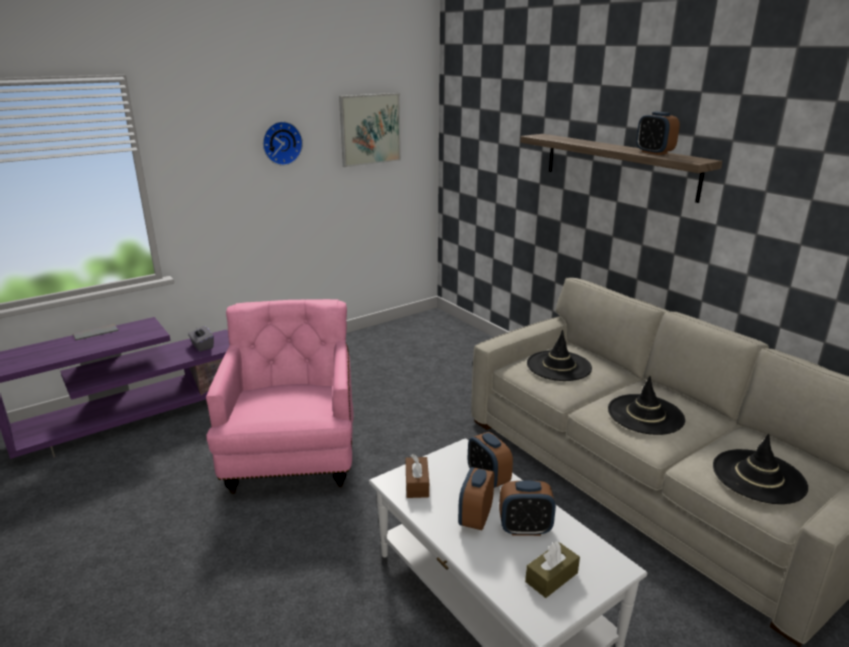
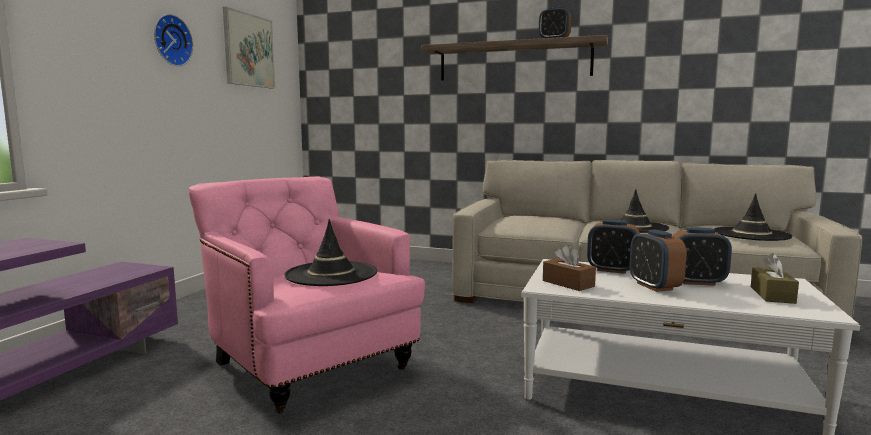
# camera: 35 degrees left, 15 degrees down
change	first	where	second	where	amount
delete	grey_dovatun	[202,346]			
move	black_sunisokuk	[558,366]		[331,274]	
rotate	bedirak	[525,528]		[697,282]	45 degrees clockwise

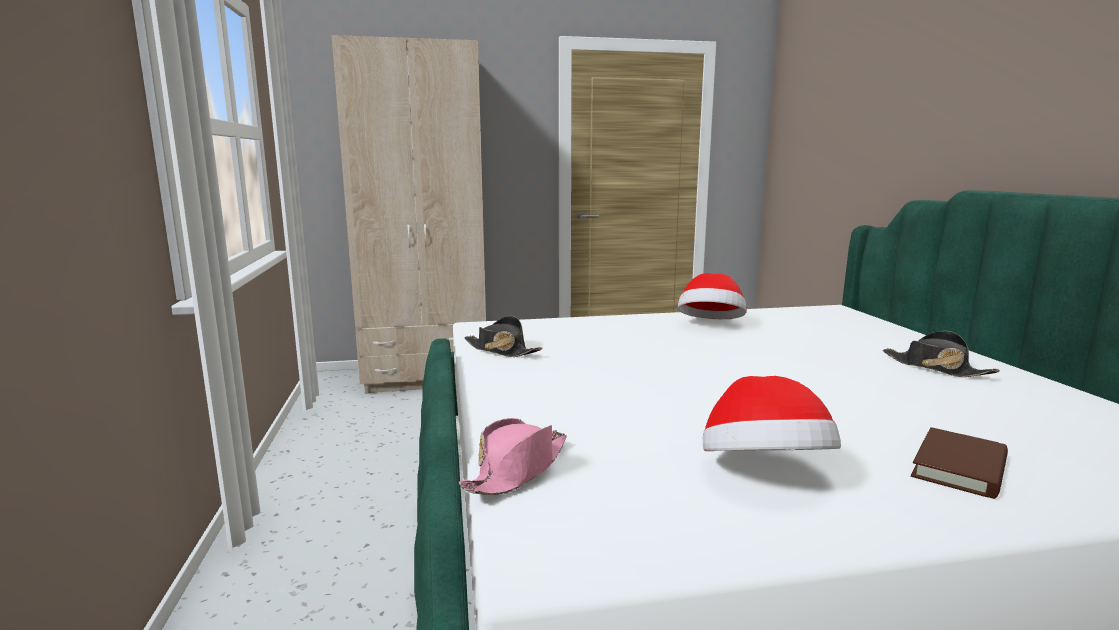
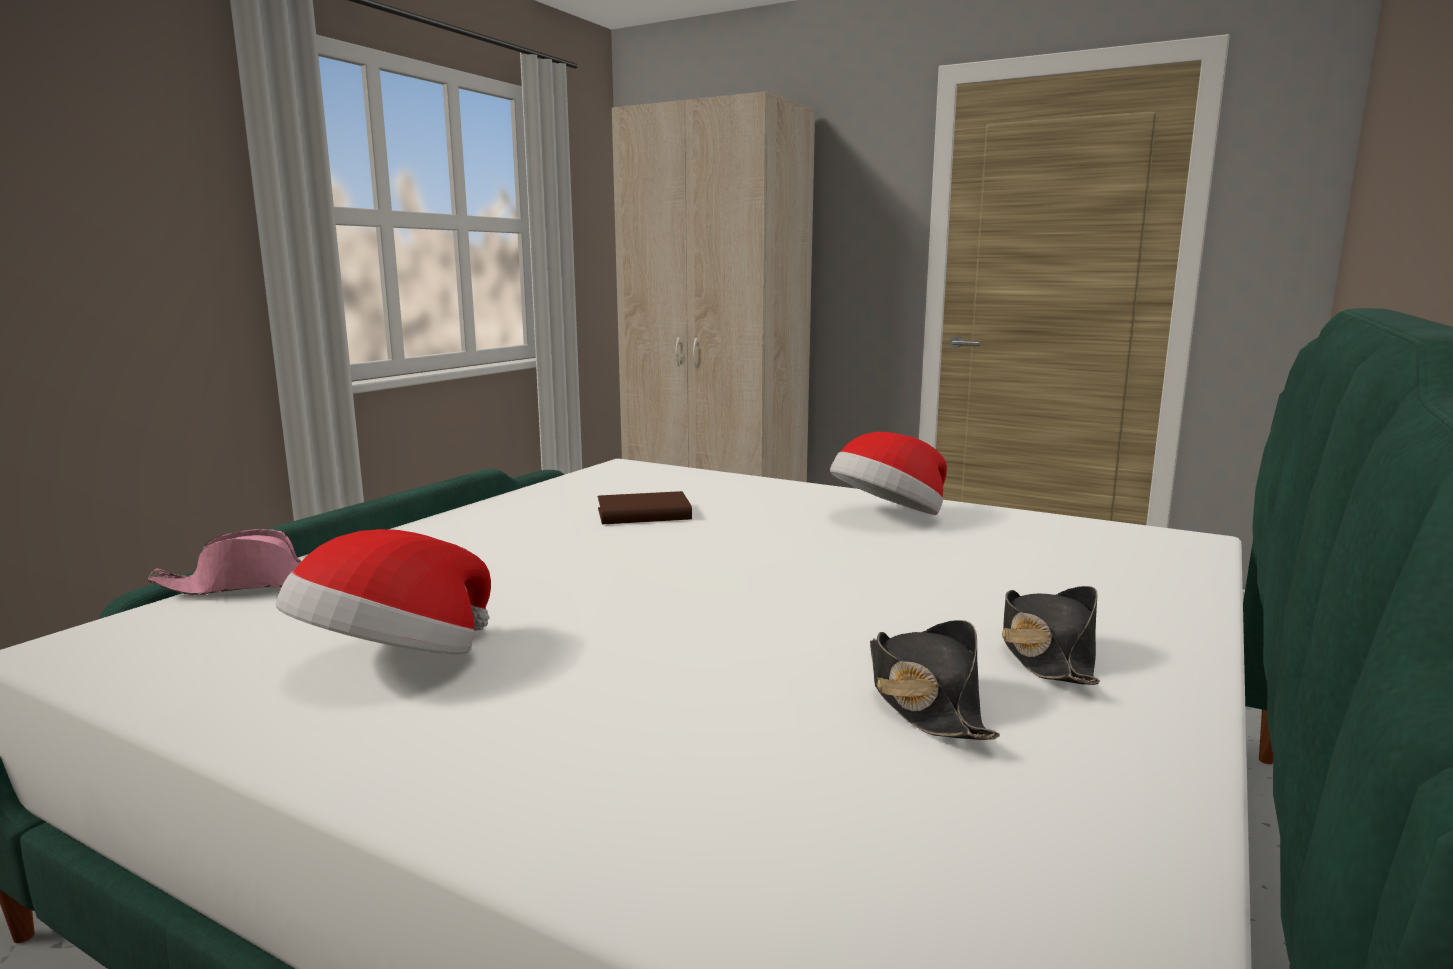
# camera: 40 degrees right, 0 degrees up
change	first	where	second	where	amount
move	black_sunisokuk	[501,350]		[924,700]	
move	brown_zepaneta	[959,468]		[644,514]	

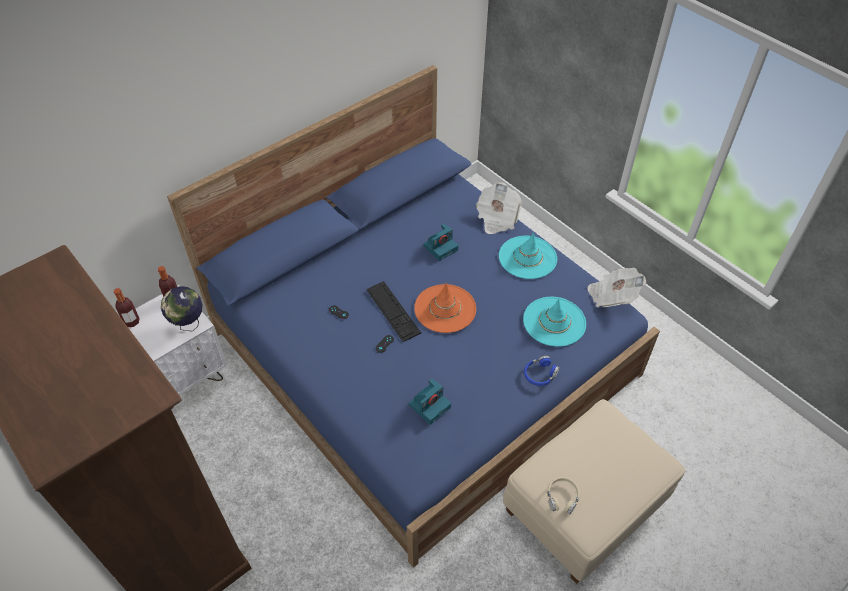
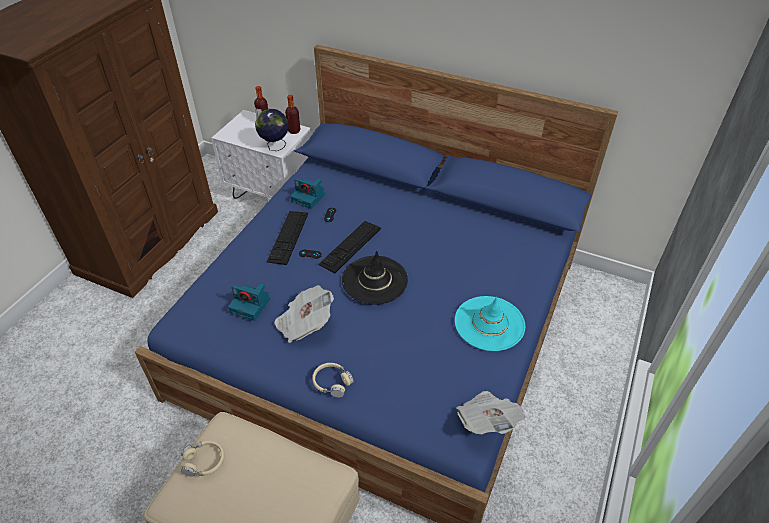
# camera: 65 degrees right, 5 degrees down
change	first	where	second	where	amount
delete	turquoise_sunisokuk	[554,322]			
insert			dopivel	[288,237]	
move	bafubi	[441,247]		[309,198]	
move	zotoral	[497,218]		[304,323]	
recolor	orange_sunisokuk	[445,309]	black_sunisokuk	[374,280]	
recolor	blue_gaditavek	[540,374]	beige_gaditavek	[332,382]	

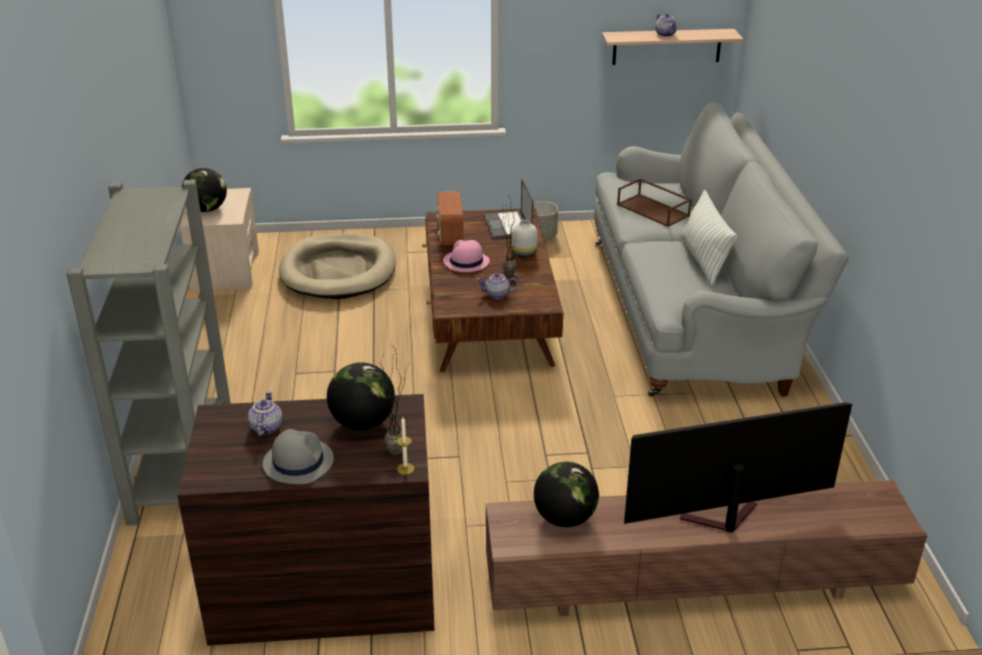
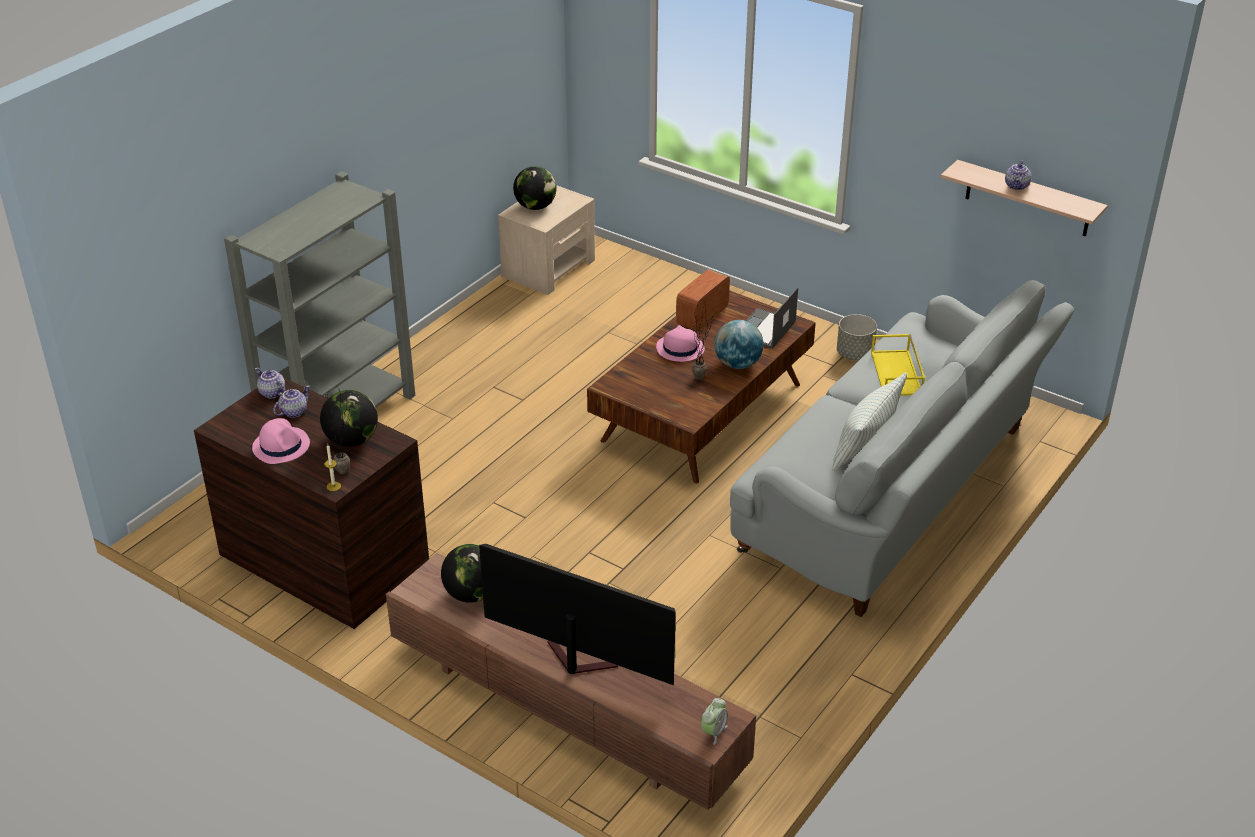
# camera: 40 degrees right, 5 degrees up
change	first	where	second	where	amount
delete	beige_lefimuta	[338,271]			
insert			bedirak	[713,732]	
move	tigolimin	[497,295]		[271,393]	
replace	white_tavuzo	[523,254]	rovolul	[737,364]	
recolor	grey_sunisokuk	[298,462]	pink_sunisokuk	[281,446]	
recolor	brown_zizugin	[654,210]	yellow_zizugin	[897,373]	

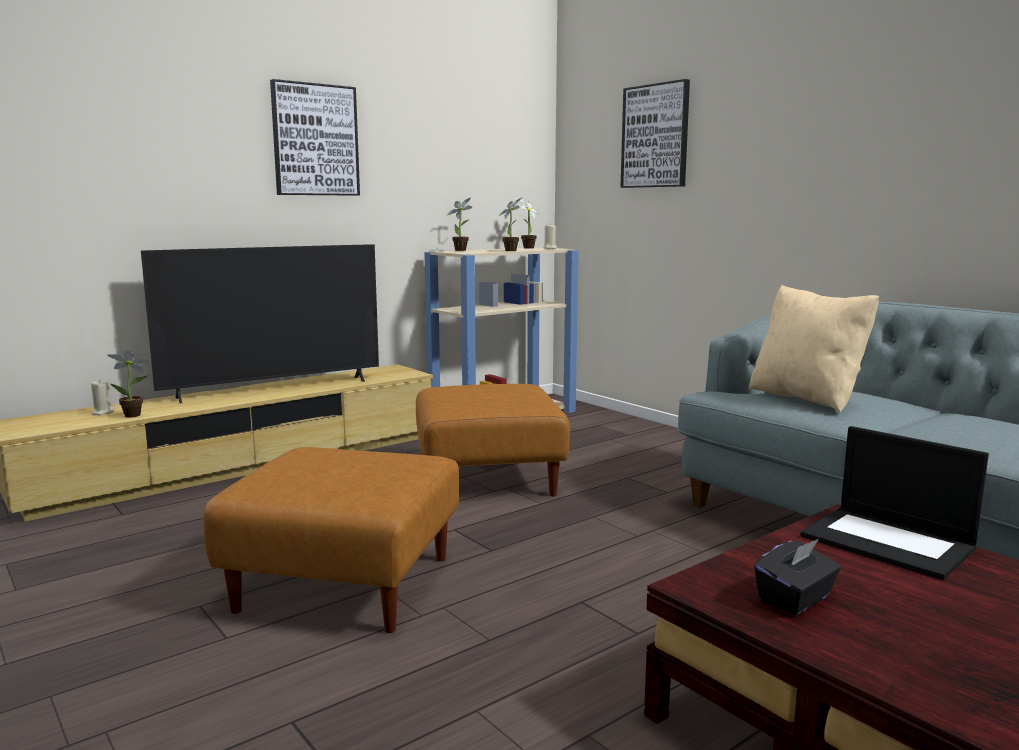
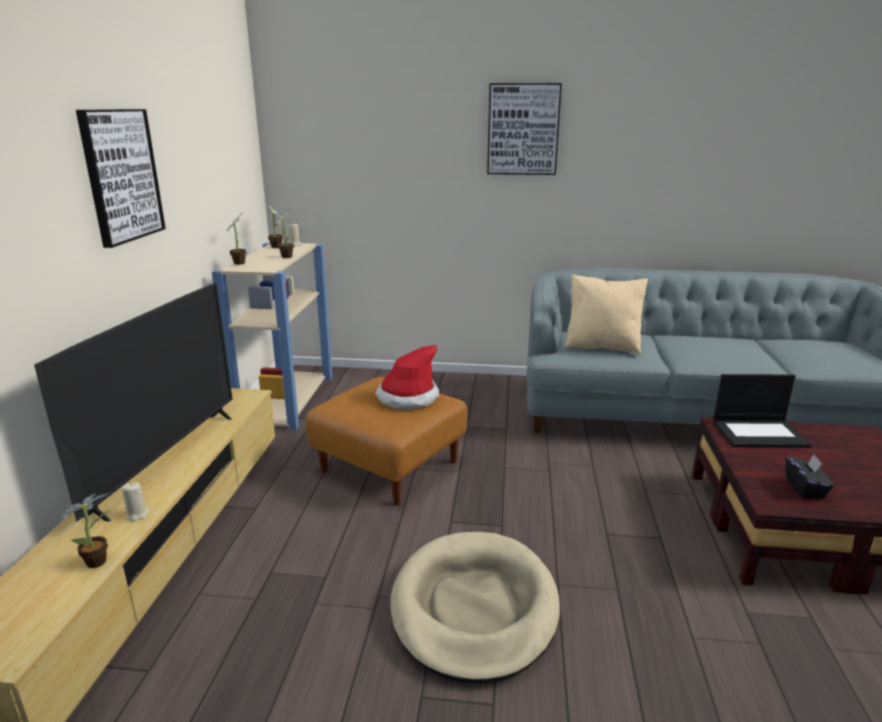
# camera: 45 degrees left, 10 degrees up
change	first	where	second	where	amount
insert			sunisokuk	[407,397]	
move	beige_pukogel	[102,412]		[137,515]	
move	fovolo	[655,136]		[523,129]	
replace	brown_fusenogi	[343,584]	beige_lefimuta	[474,608]	

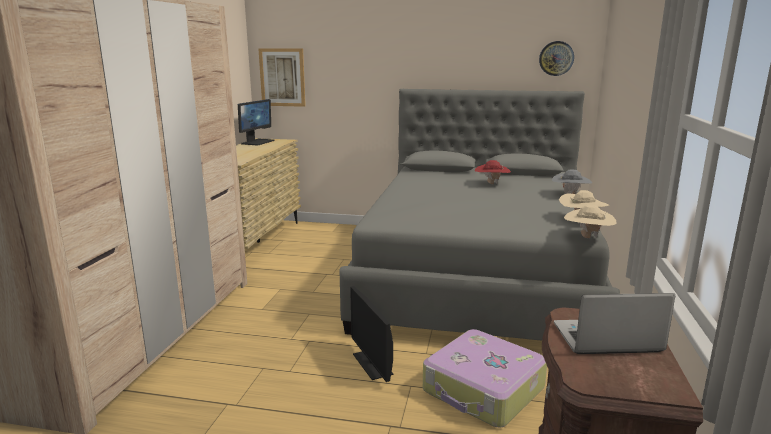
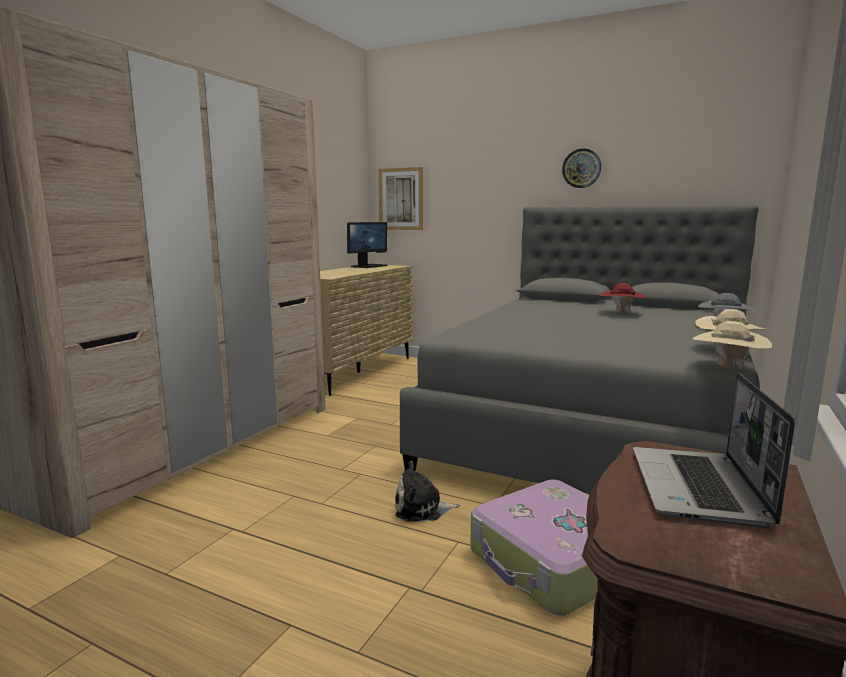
# camera: 15 degrees right, 5 degrees down
change	first	where	second	where	amount
move	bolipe	[556,58]		[581,168]	
replace	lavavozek	[372,364]	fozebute	[421,509]	
rotate	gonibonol	[605,339]		[699,488]	90 degrees counterclockwise

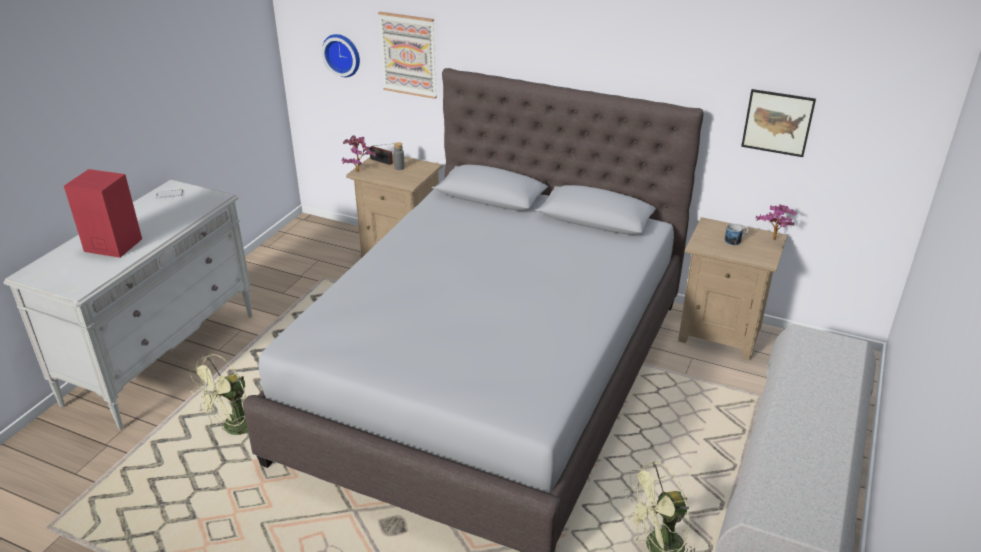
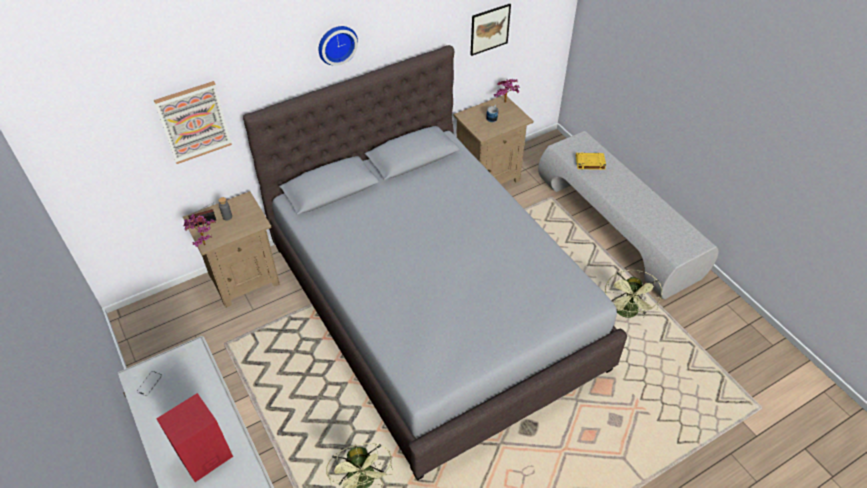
# camera: 55 degrees left, 15 degrees up
change	first	where	second	where	amount
insert			yellow_zepaneta	[589,163]	
move	bolipe	[343,54]		[336,44]	

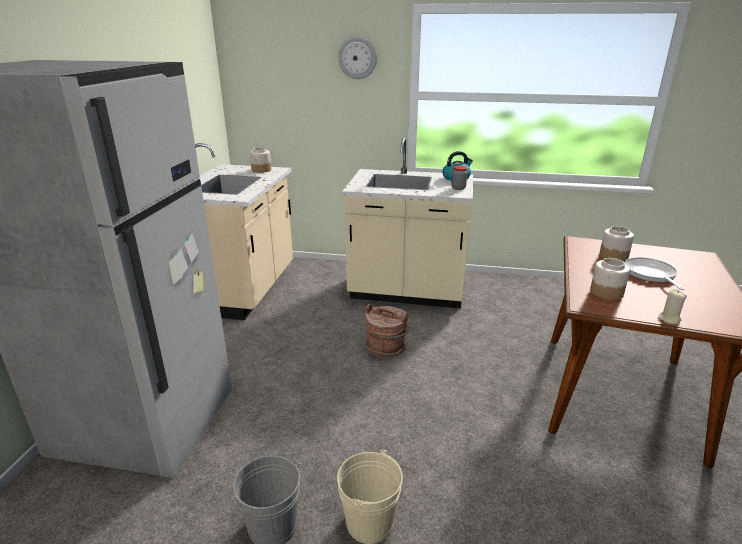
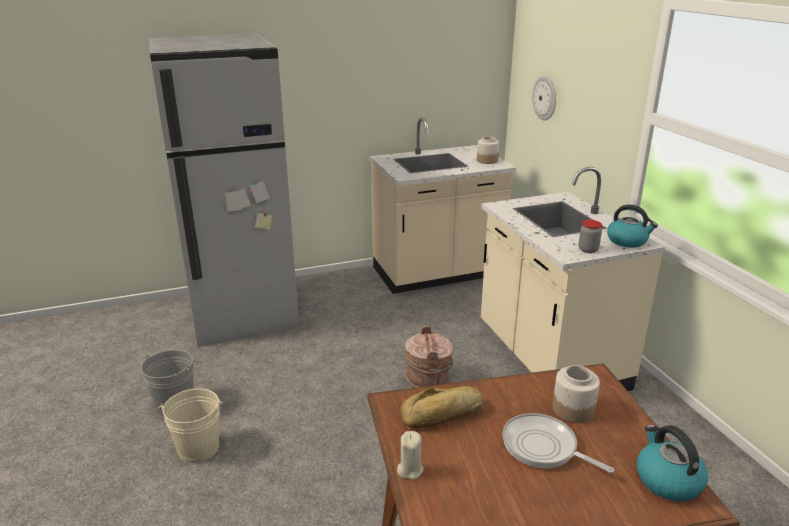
# camera: 60 degrees right, 0 degrees up
change	first	where	second	where	amount
insert			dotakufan	[667,480]	
move	bolipe	[357,58]		[545,98]	
replace	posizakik	[606,292]	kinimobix	[443,414]	
rotate	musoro	[650,274]		[543,447]	105 degrees counterclockwise

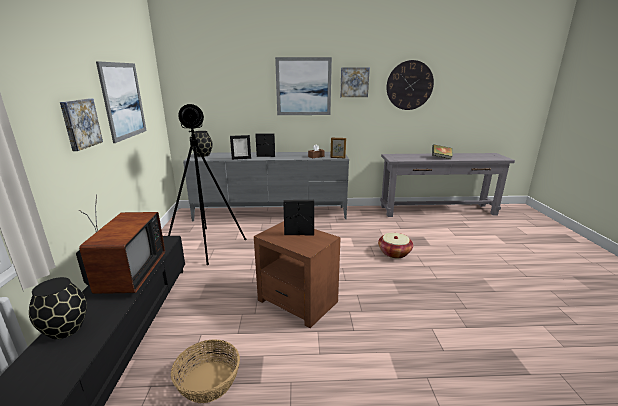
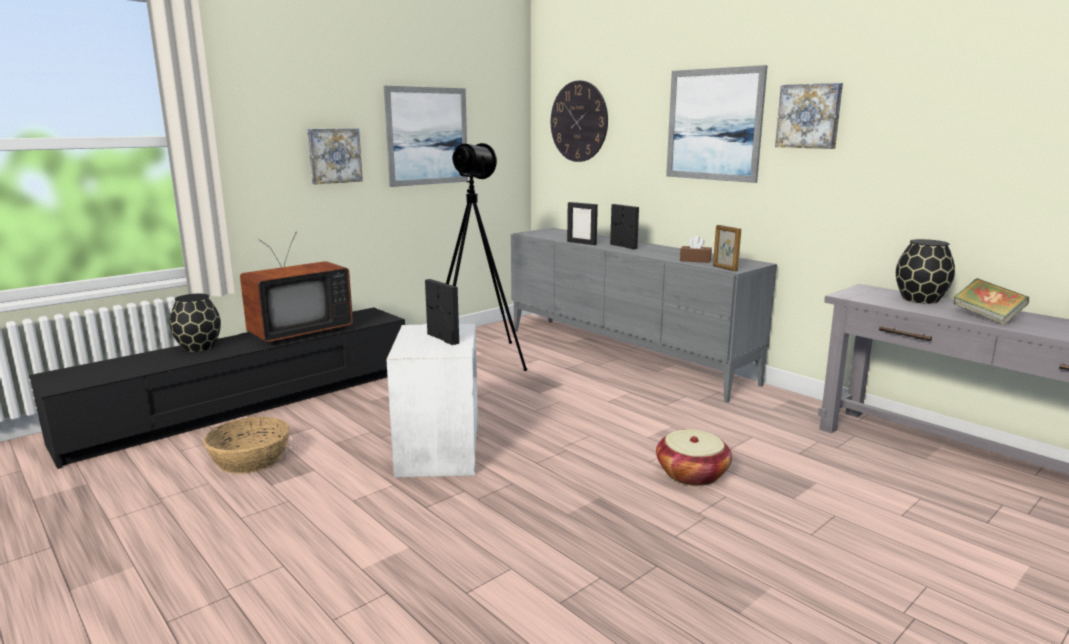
# camera: 50 degrees right, 5 degrees down
change	first	where	second	where	amount
move	black_tavuzo	[202,155]		[919,299]	
move	bolipe	[409,85]		[579,121]	
recolor	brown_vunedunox	[298,301]	white_vunedunox	[438,451]	

